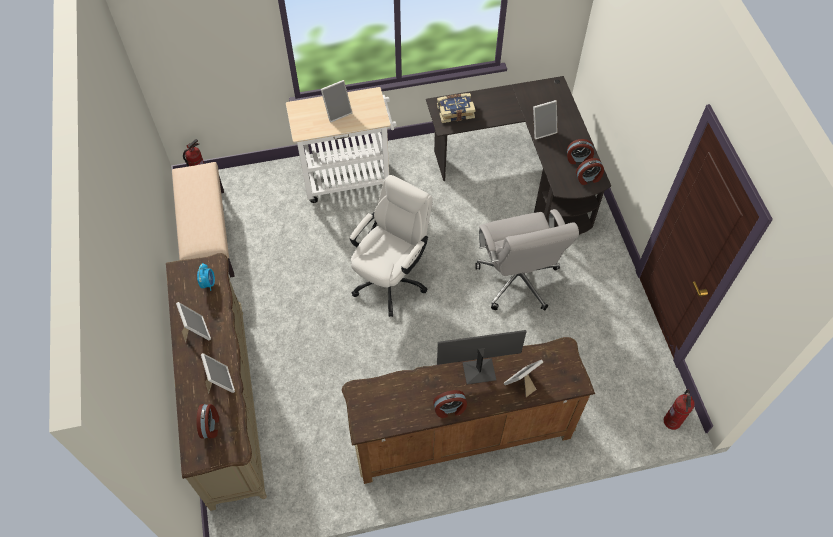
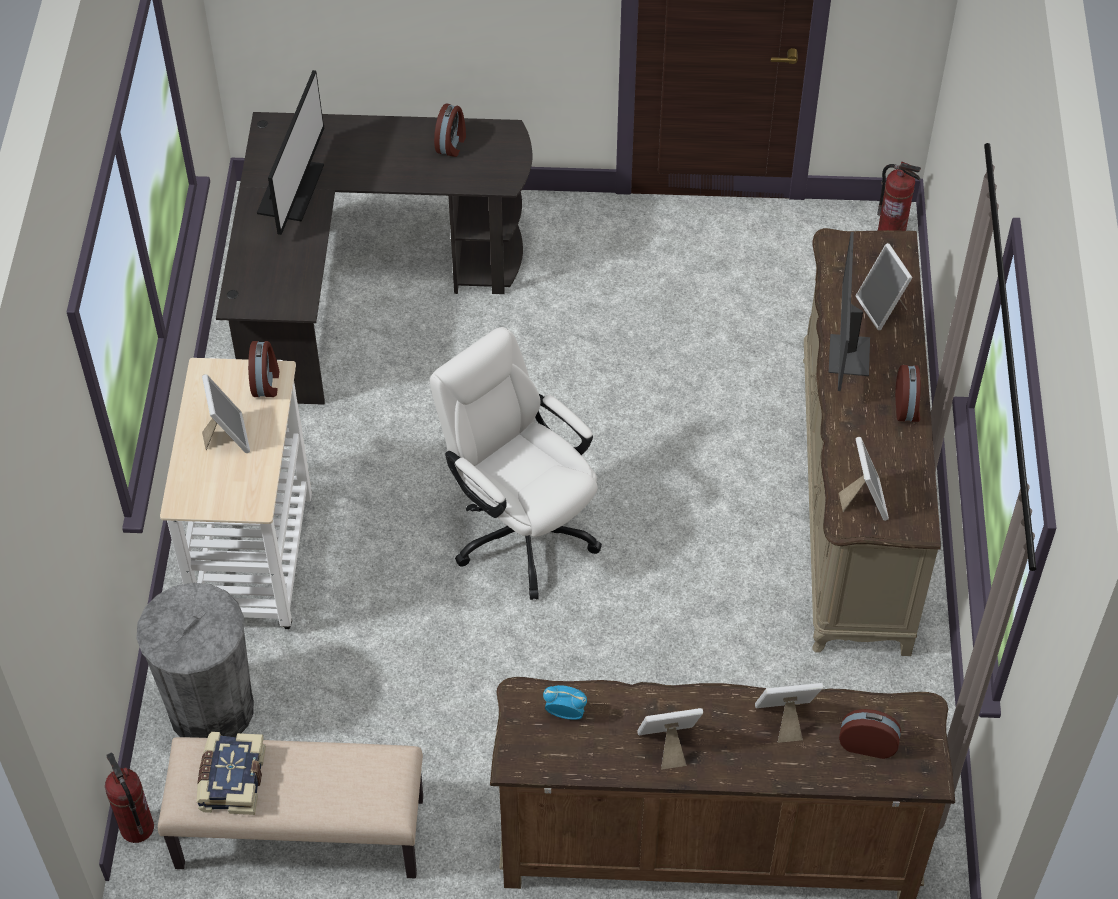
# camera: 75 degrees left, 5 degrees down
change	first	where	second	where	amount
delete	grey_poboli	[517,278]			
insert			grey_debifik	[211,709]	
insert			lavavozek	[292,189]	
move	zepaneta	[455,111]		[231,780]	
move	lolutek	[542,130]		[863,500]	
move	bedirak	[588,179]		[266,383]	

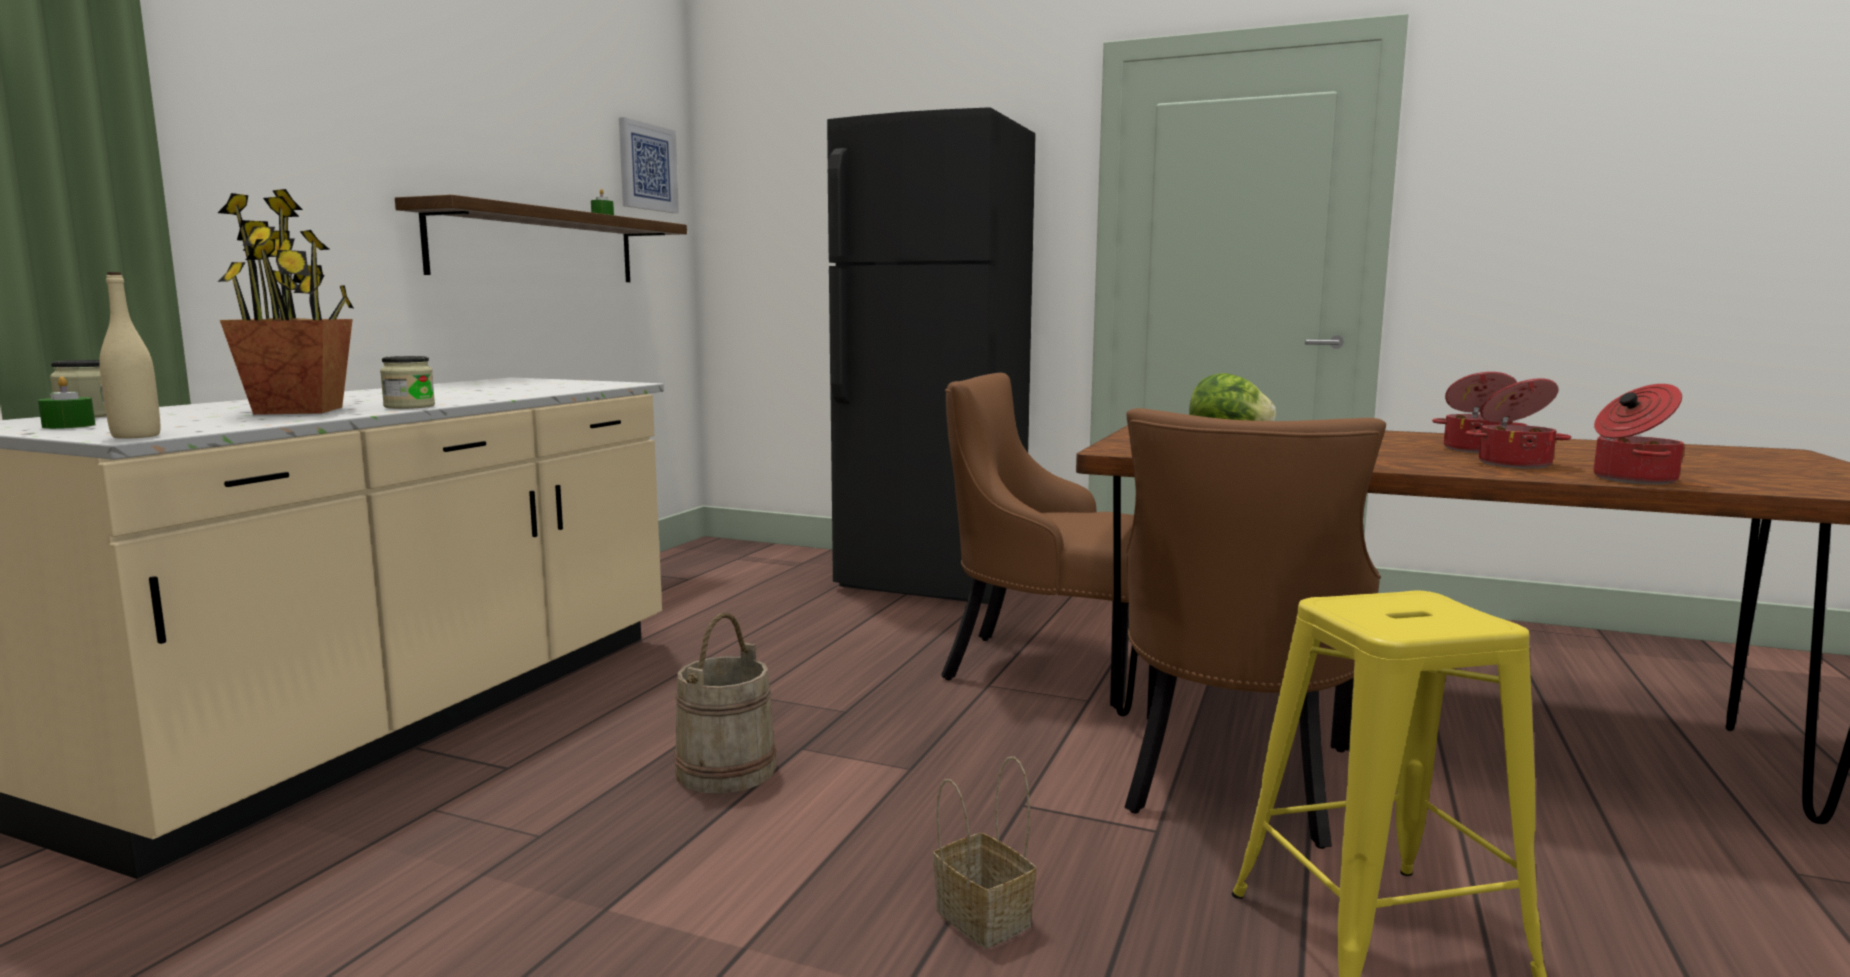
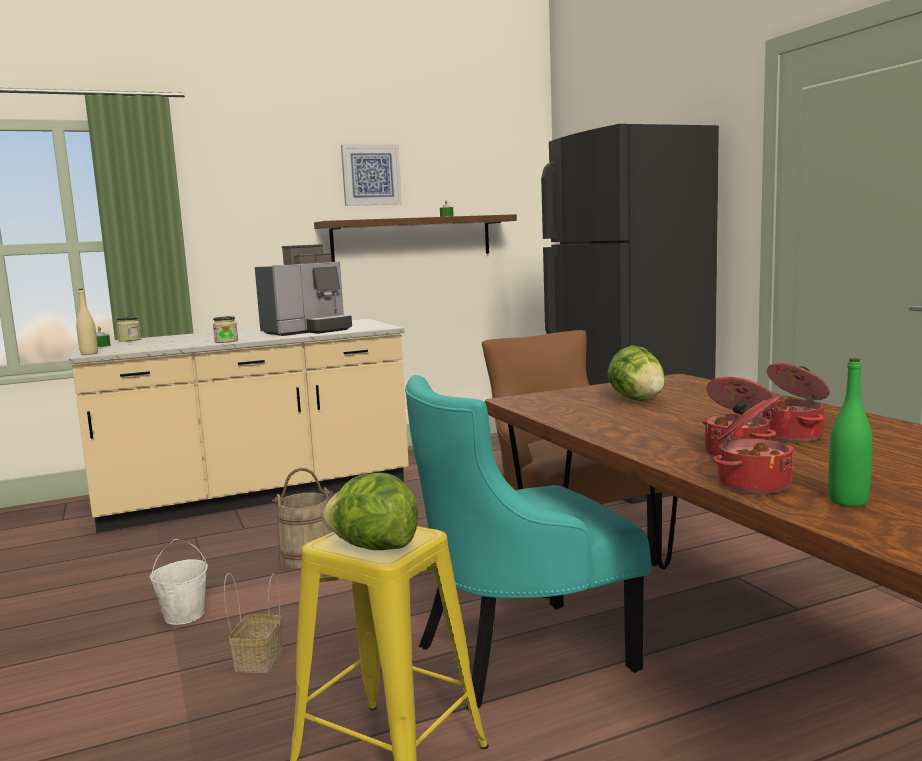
# camera: 45 degrees right, 0 degrees up
change	first	where	second	where	amount
delete	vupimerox	[300,410]			
insert			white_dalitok	[184,615]	
insert			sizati	[308,331]	
insert			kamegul	[373,547]	
insert			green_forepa	[848,501]	
move	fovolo	[647,167]		[371,175]	
recolor	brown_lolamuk	[1234,775]	turquoise_lolamuk	[526,654]	

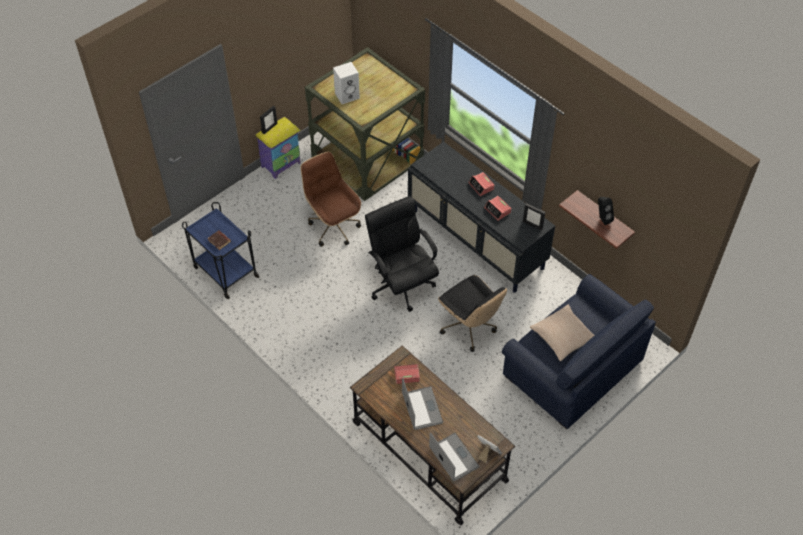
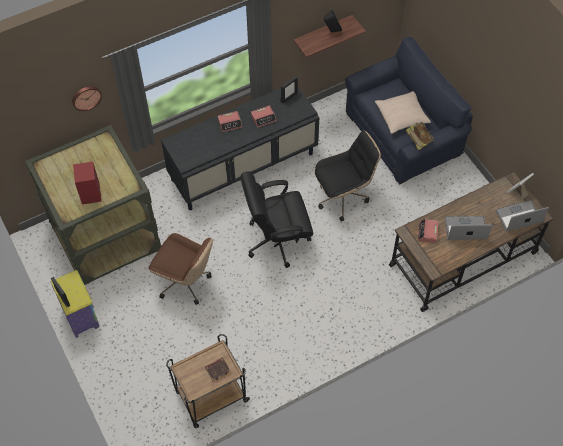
# camera: 75 degrees left, 5 degrees up
change	first	where	second	where	amount
insert			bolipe	[86,97]	
insert			zepaneta	[418,141]	
recolor	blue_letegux	[225,271]	brown_letegux	[211,397]	
recolor	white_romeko	[347,95]	red_romeko	[90,193]	
rotate	brown_poboli	[333,227]		[186,284]	135 degrees counterclockwise

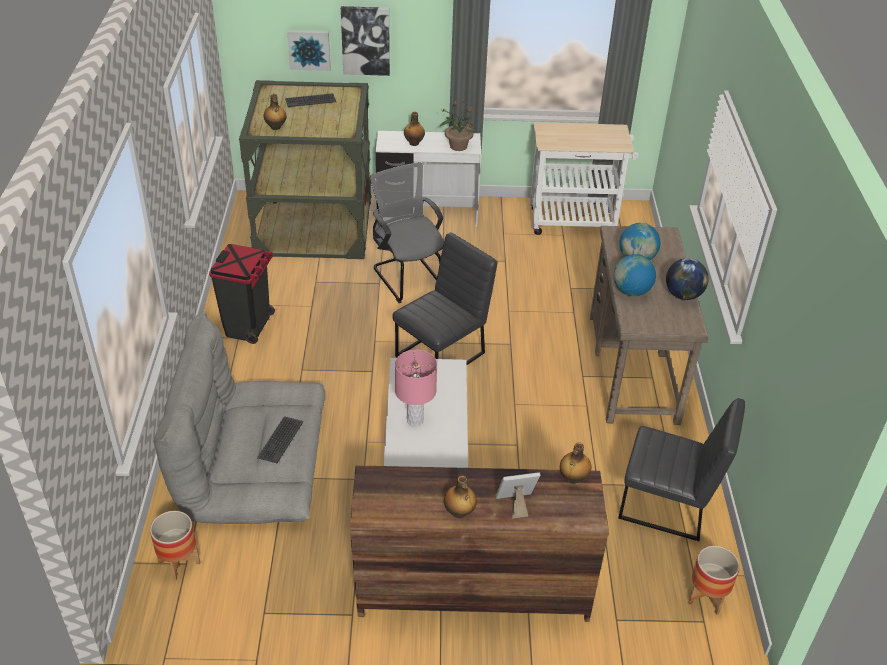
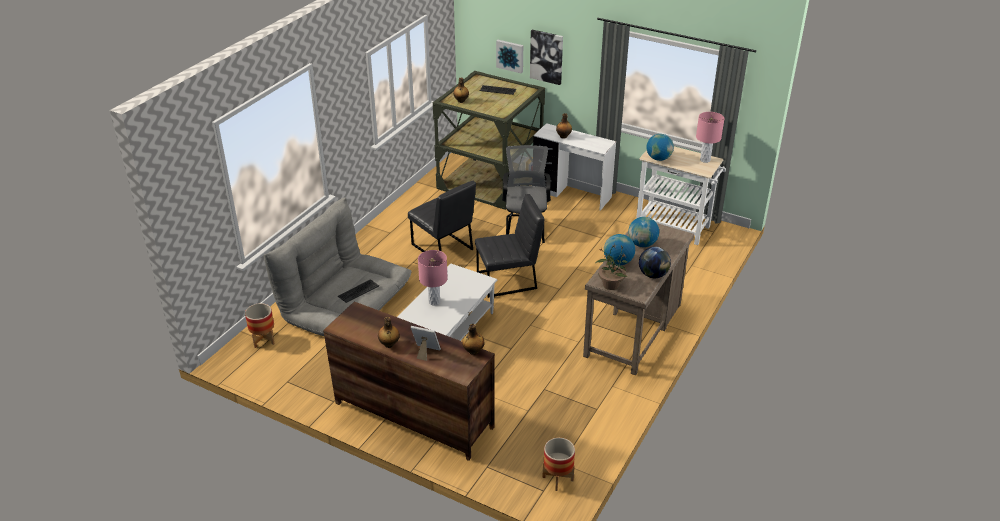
# camera: 30 degrees right, 5 degrees down
change	first	where	second	where	amount
delete	black_debifik	[248,326]			
insert			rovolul	[658,158]	
insert			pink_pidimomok	[705,160]	
move	vupimerox	[458,146]		[610,284]	
move	grey_lolamuk	[667,506]		[443,248]	

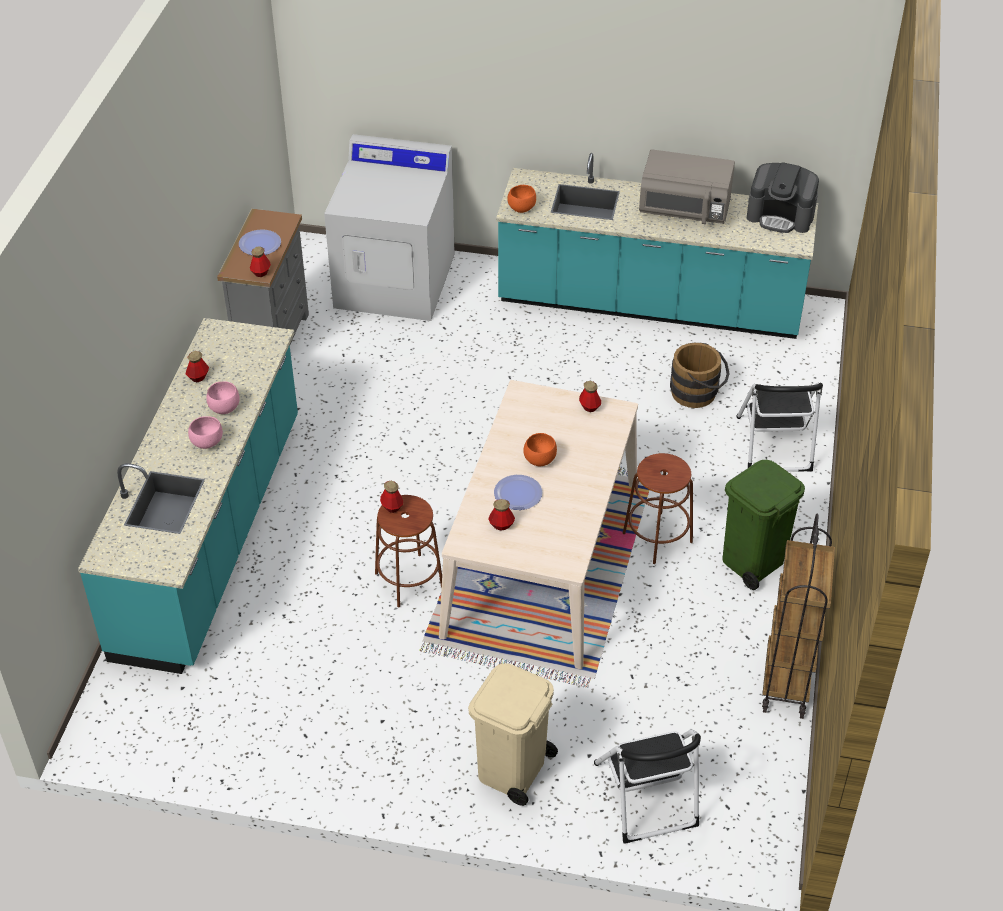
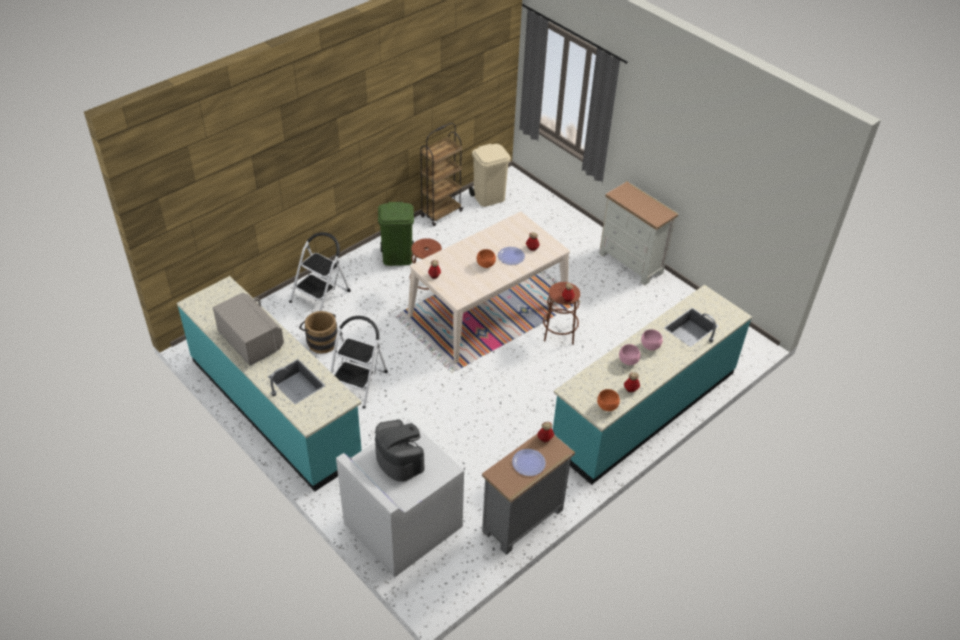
# camera: 145 degrees left, 0 degrees up
change	first	where	second	where	amount
insert			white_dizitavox	[630,263]	
move	beige_debifik	[512,770]		[489,197]	
move	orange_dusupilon	[521,208]		[607,407]	
move	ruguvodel	[646,797]		[358,382]	
move	sizati	[781,216]		[399,459]	

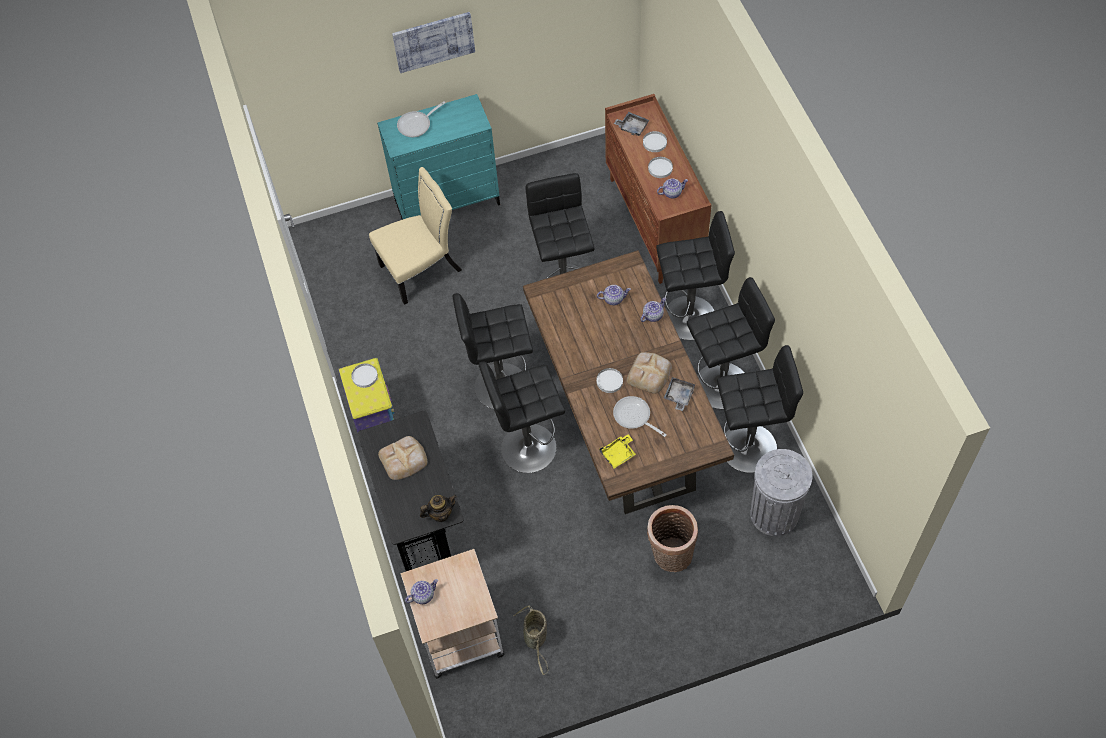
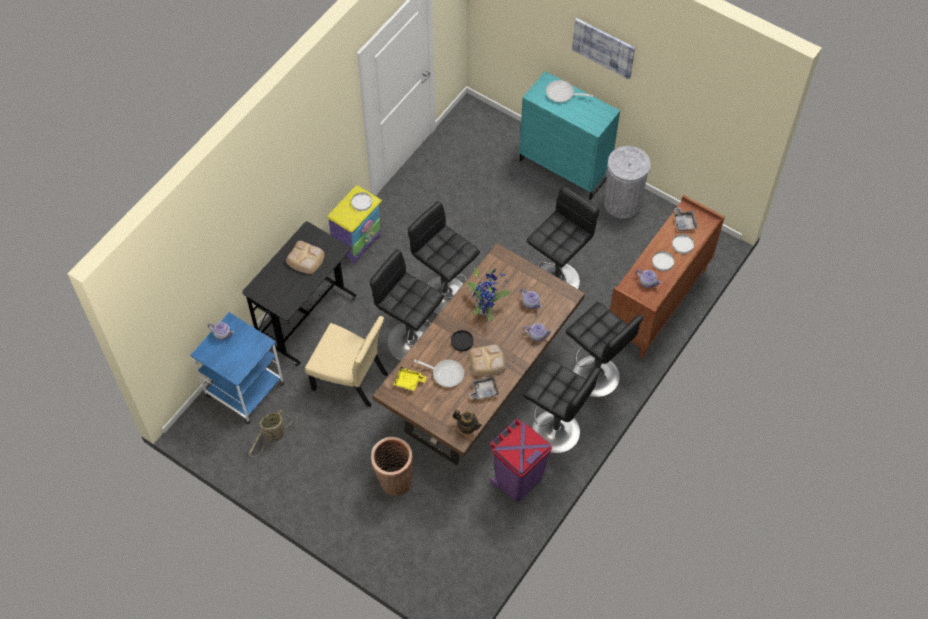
# camera: 50 degrees right, 0 degrees up
change	first	where	second	where	amount
insert			vupimerox	[486,308]	
move	beige_lolamuk	[420,270]		[349,379]	
move	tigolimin	[440,513]		[467,427]	
move	grey_debifik	[774,514]		[622,203]	
replace	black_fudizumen	[749,448]	purple_debifik	[518,480]	
recolor	beige_letegux	[459,633]	blue_letegux	[245,388]	
recolor	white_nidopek	[610,381]	black_nidopek	[462,341]	
rotate	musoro	[634,417]		[445,373]	105 degrees clockwise

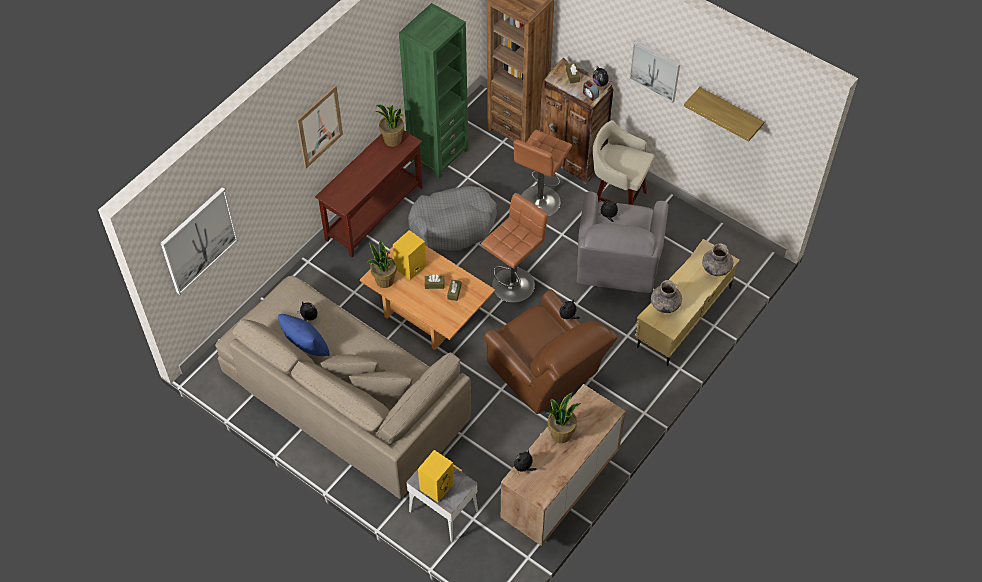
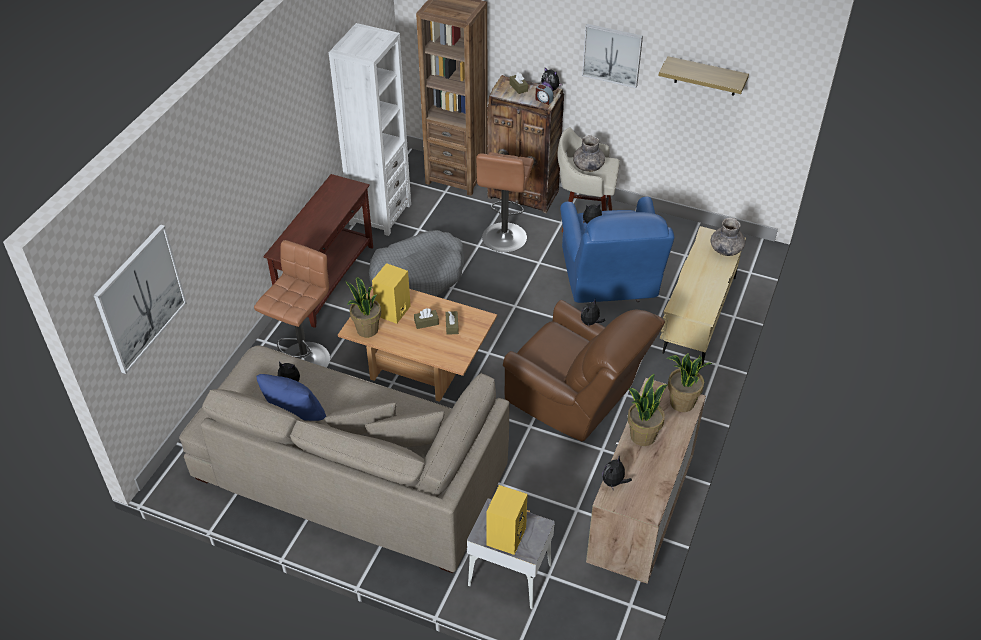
# camera: 15 degrees left, 10 degrees down
change	first	where	second	where	amount
delete	fovolo	[319,127]			
move	vupimerox	[392,140]		[682,403]	
move	brown_fudizumen	[514,285]		[305,360]	
move	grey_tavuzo	[665,304]		[588,166]	
recolor	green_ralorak	[438,154]	white_ralorak	[380,214]	
recolor	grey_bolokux	[617,268]	blue_bolokux	[610,283]	

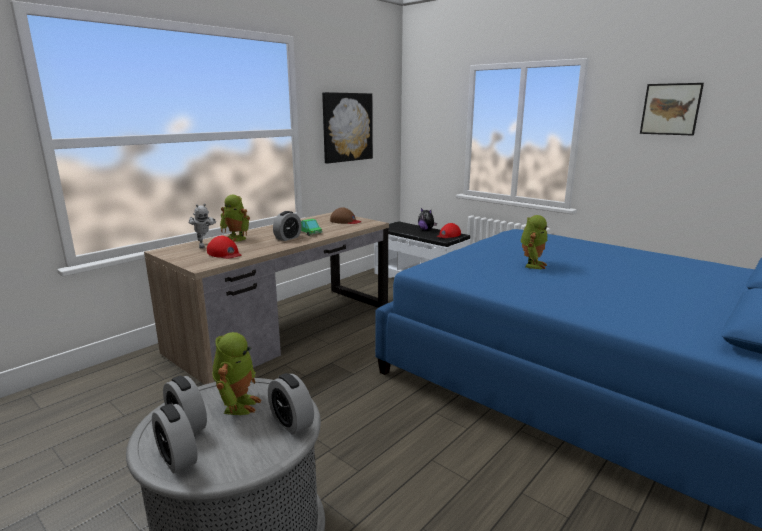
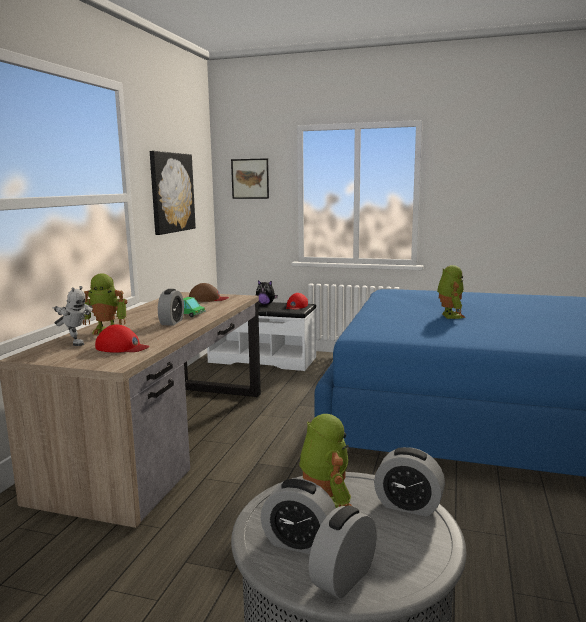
# camera: 25 degrees left, 5 degrees down
change	first	where	second	where	amount
move	fovolo	[670,109]		[250,178]	
rotate	bedirak	[177,458]		[343,578]	105 degrees clockwise

